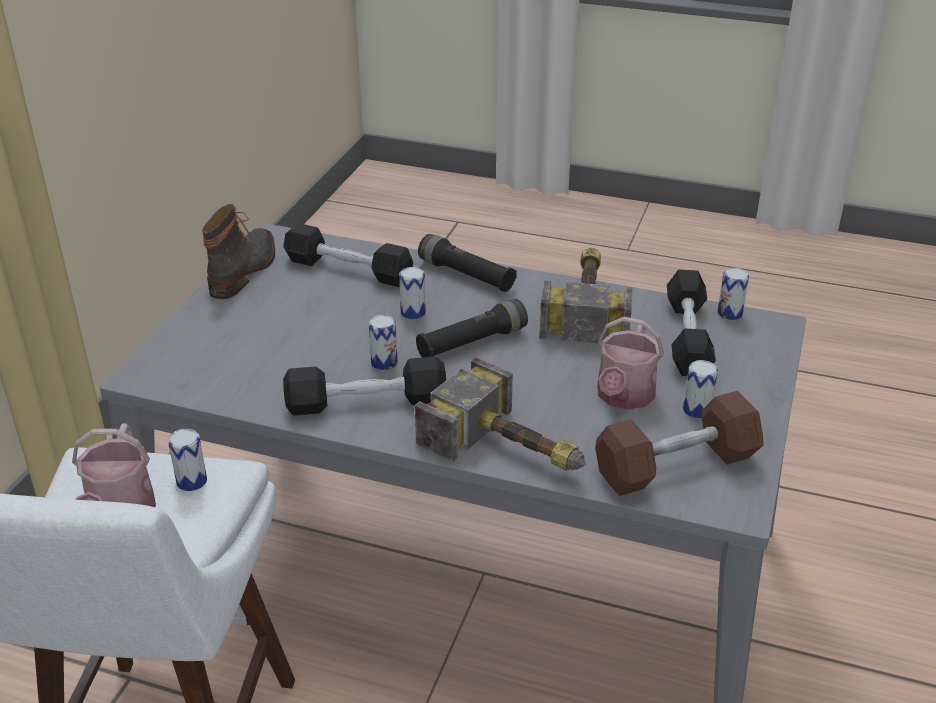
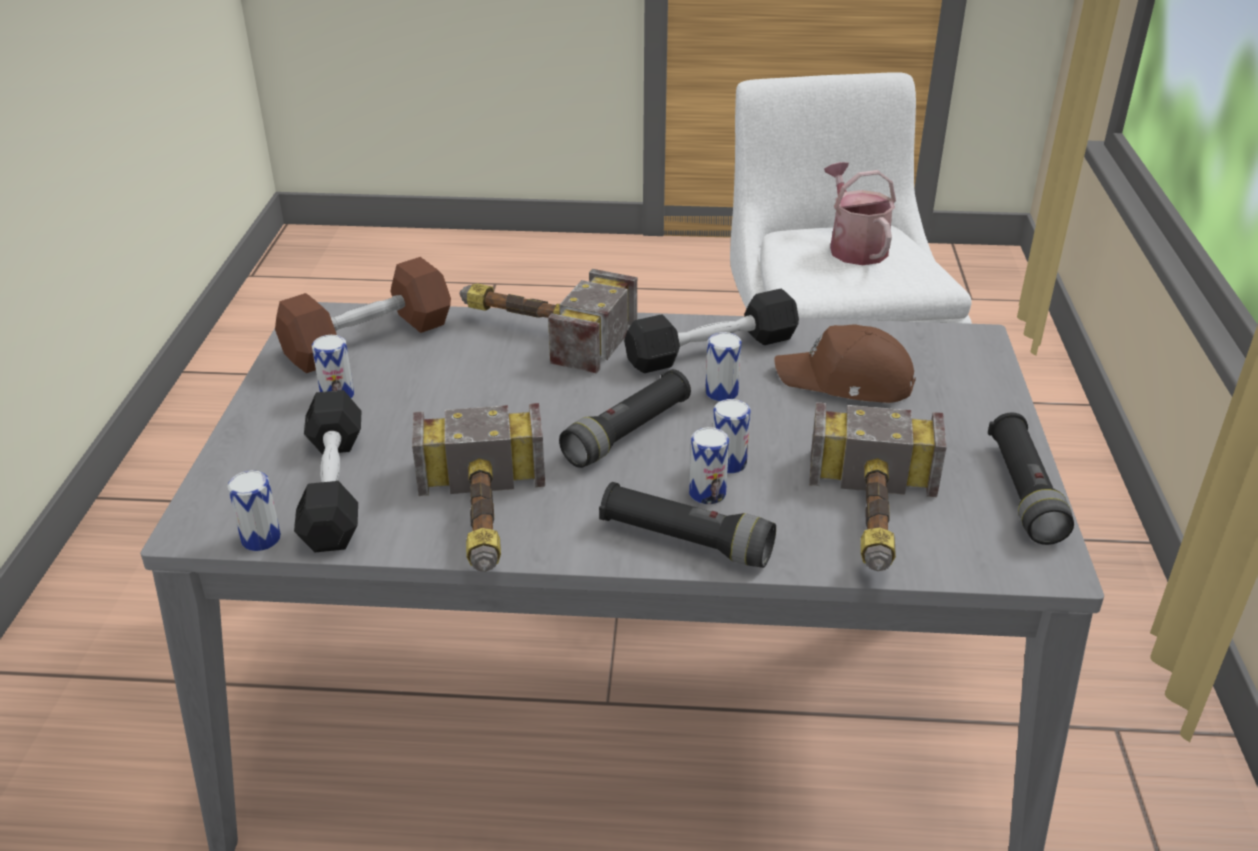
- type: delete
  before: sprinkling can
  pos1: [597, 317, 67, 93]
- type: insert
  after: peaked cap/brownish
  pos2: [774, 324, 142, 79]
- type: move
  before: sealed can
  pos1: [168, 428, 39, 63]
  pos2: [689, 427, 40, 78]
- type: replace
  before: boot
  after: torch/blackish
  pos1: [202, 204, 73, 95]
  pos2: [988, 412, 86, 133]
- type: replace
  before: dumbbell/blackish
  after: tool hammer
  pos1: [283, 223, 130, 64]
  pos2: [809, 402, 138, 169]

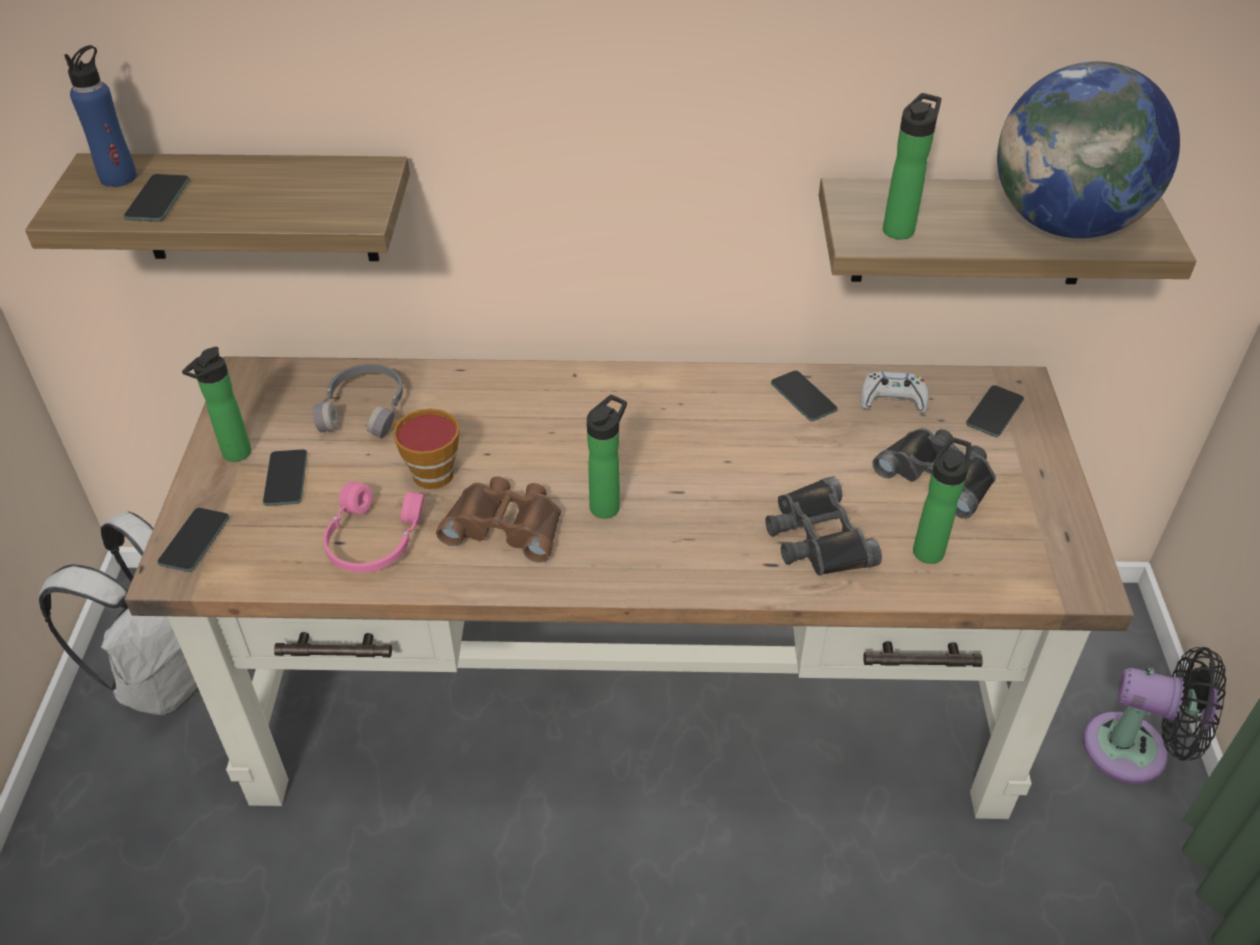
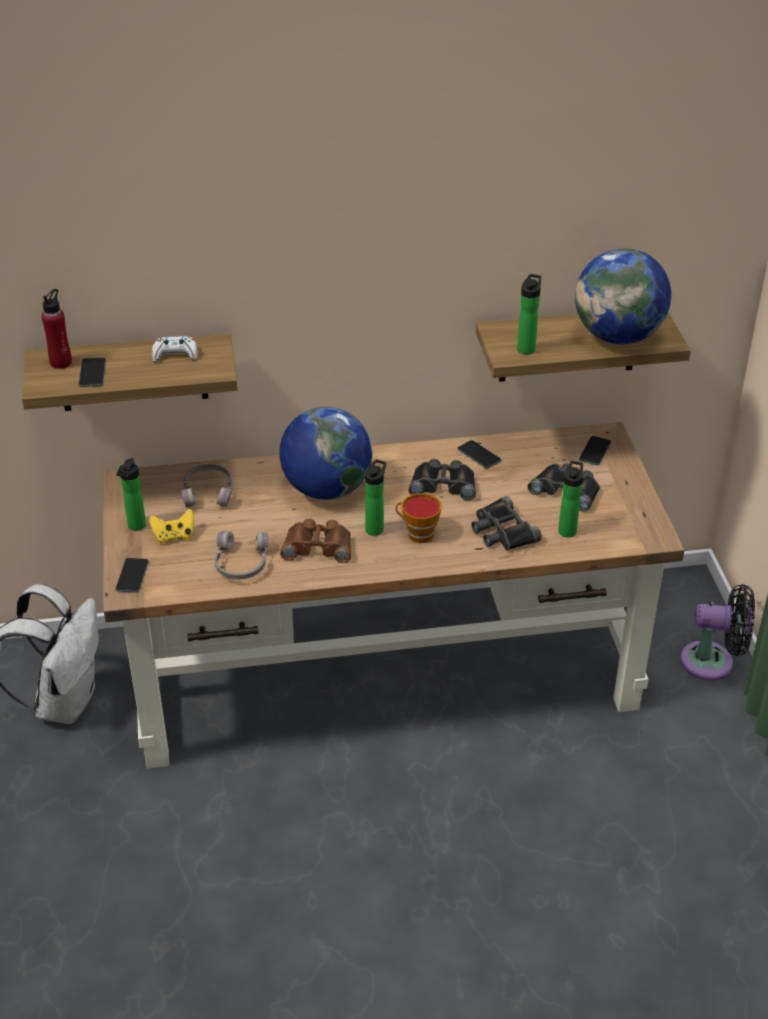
- type: insert
  after: globe
  pos2: [279, 407, 93, 93]
- type: insert
  after: field glasses/blackish
  pos2: [408, 459, 68, 42]
- type: move
  before: drinking cup
  pos1: [393, 408, 67, 81]
  pos2: [396, 493, 46, 50]
- type: move
  before: gamepad/whitish
  pos1: [860, 372, 69, 41]
  pos2: [152, 336, 45, 26]
- type: replace
  before: handset
  after: gamepad/yellow
  pos1: [263, 449, 45, 57]
  pos2: [149, 509, 45, 35]
- type: recolor
  before: beverage bottle/bluish
  after: beverage bottle/red-coloured
  pos1: [64, 45, 73, 142]
  pos2: [42, 289, 30, 80]
- type: recolor
  before: pair of headphones/pink-coloured
  after: pair of headphones/gray
  pos1: [323, 482, 101, 91]
  pos2: [215, 531, 53, 48]

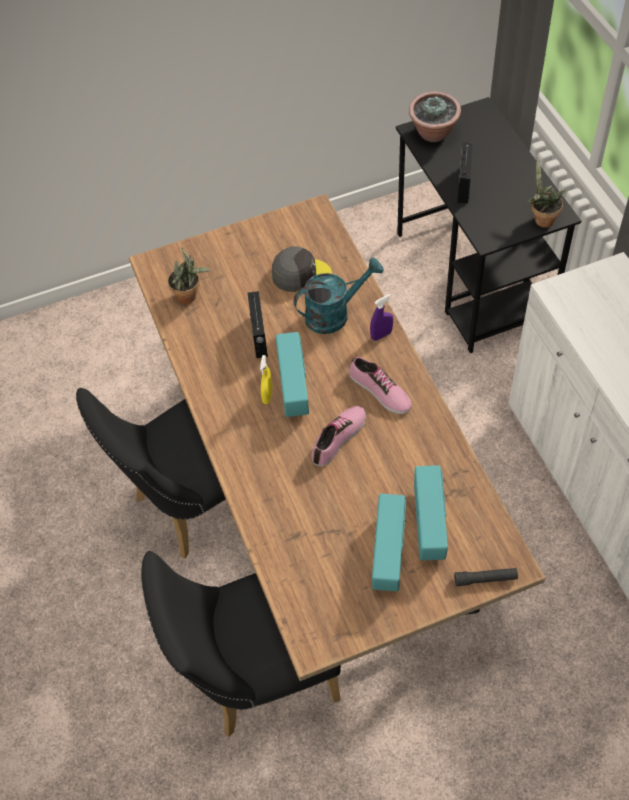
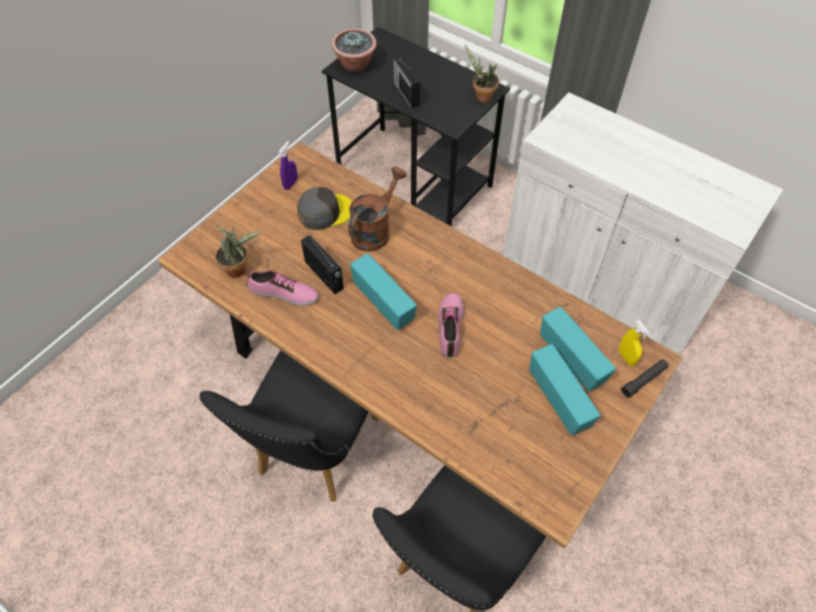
- type: move
  before: spray bottle/yellow
  pos1: [260, 355, 12, 49]
  pos2: [619, 320, 31, 46]
- type: move
  before: shoe
  pos1: [349, 357, 63, 57]
  pos2: [248, 271, 71, 35]
- type: move
  before: spray bottle/purple-coloured
  pos1: [370, 294, 23, 47]
  pos2: [279, 141, 19, 49]
- type: recolor
  before: sprinkling can/turquoise
  after: sprinkling can/brownish
  pos1: [294, 257, 90, 77]
  pos2: [348, 167, 59, 85]

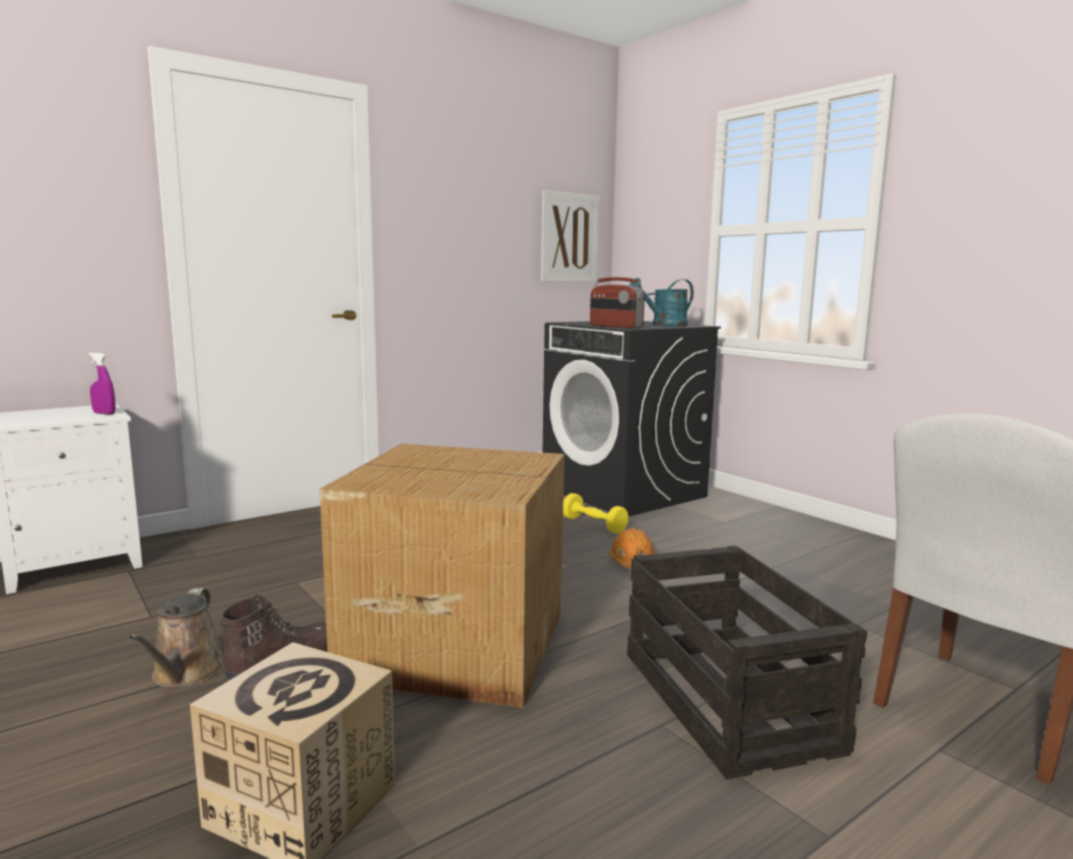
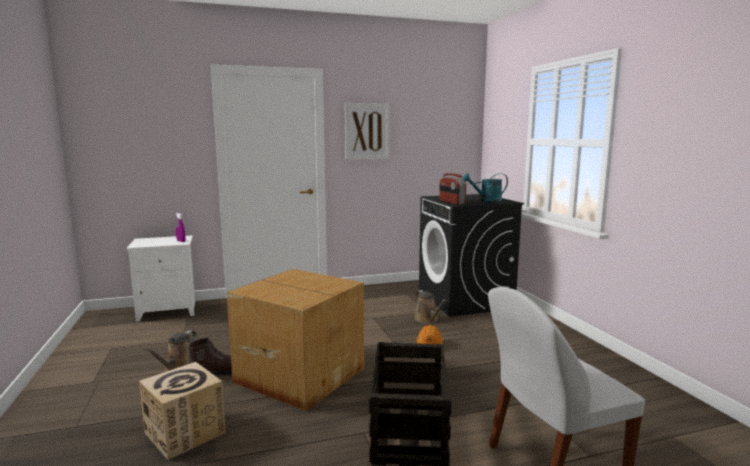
- type: move
  before: wall picture
  pos1: [541, 190, 59, 92]
  pos2: [345, 103, 45, 57]
- type: replace
  before: dumbbell/yellow
  after: sprinkling can/brownish
  pos1: [563, 493, 65, 41]
  pos2: [414, 290, 32, 33]

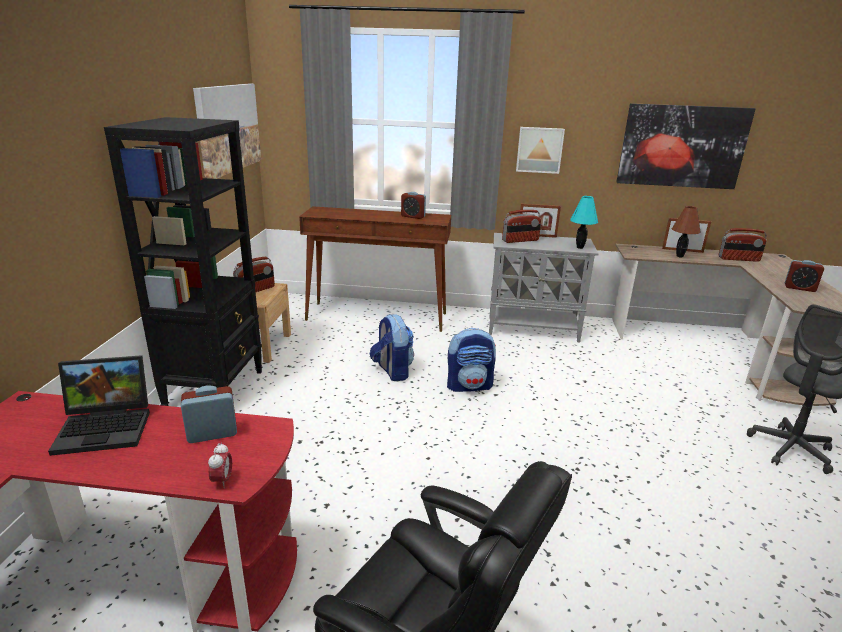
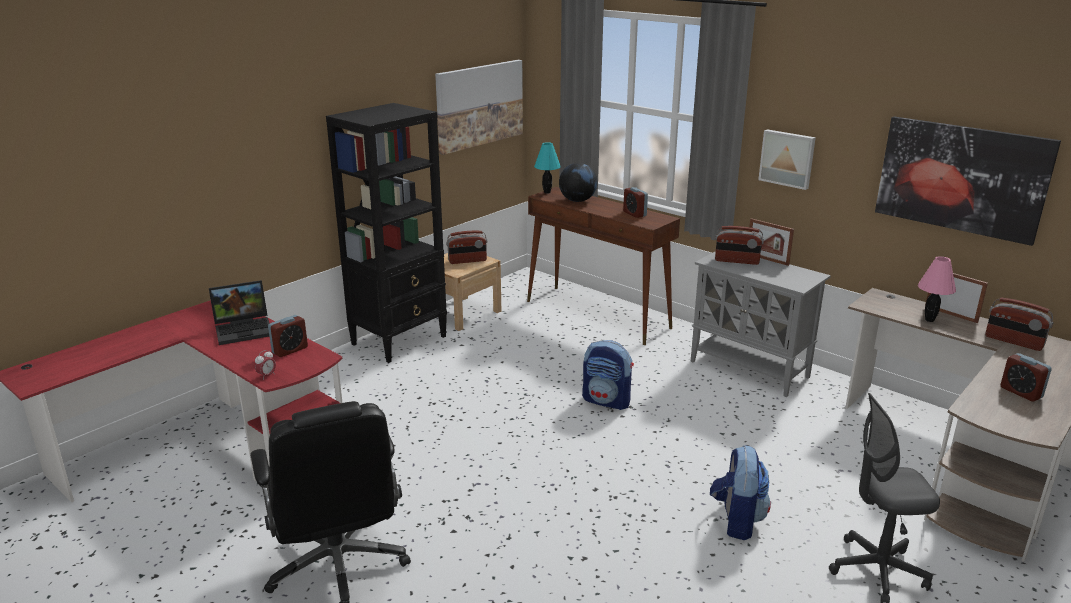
- type: insert
  after: globe
  pos2: [559, 163, 38, 39]
- type: move
  before: backpack
  pos1: [370, 314, 44, 67]
  pos2: [710, 445, 61, 95]
- type: move
  before: lamp for a table/turquoise
  pos1: [570, 196, 28, 53]
  pos2: [534, 142, 27, 52]
- type: recolor
  before: lamp for a table/brownish
  after: lamp for a table/pink-coloured
  pos1: [672, 206, 28, 52]
  pos2: [918, 256, 38, 66]
- type: rotate
  before: notebook computer
  pos1: [48, 355, 102, 101]
  pos2: [209, 280, 61, 65]
  turn: -45
- type: rotate
  before: alarm clock
  pos1: [181, 386, 56, 57]
  pos2: [268, 315, 40, 42]
  turn: 120

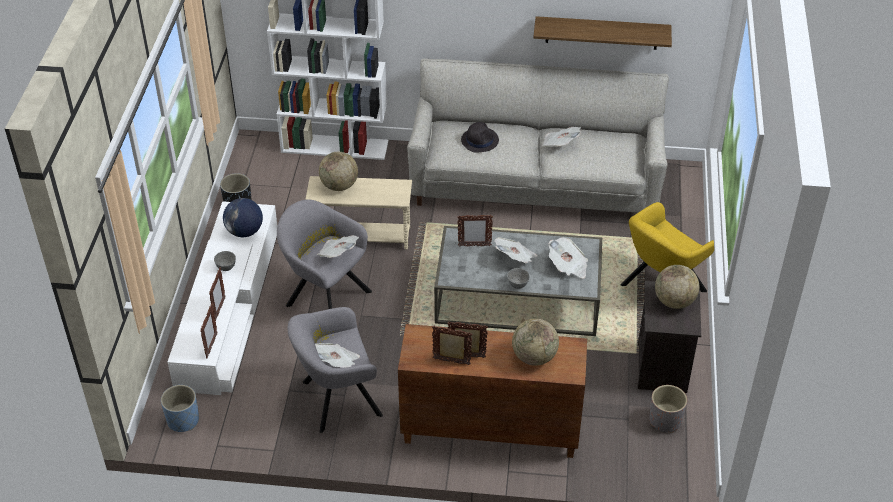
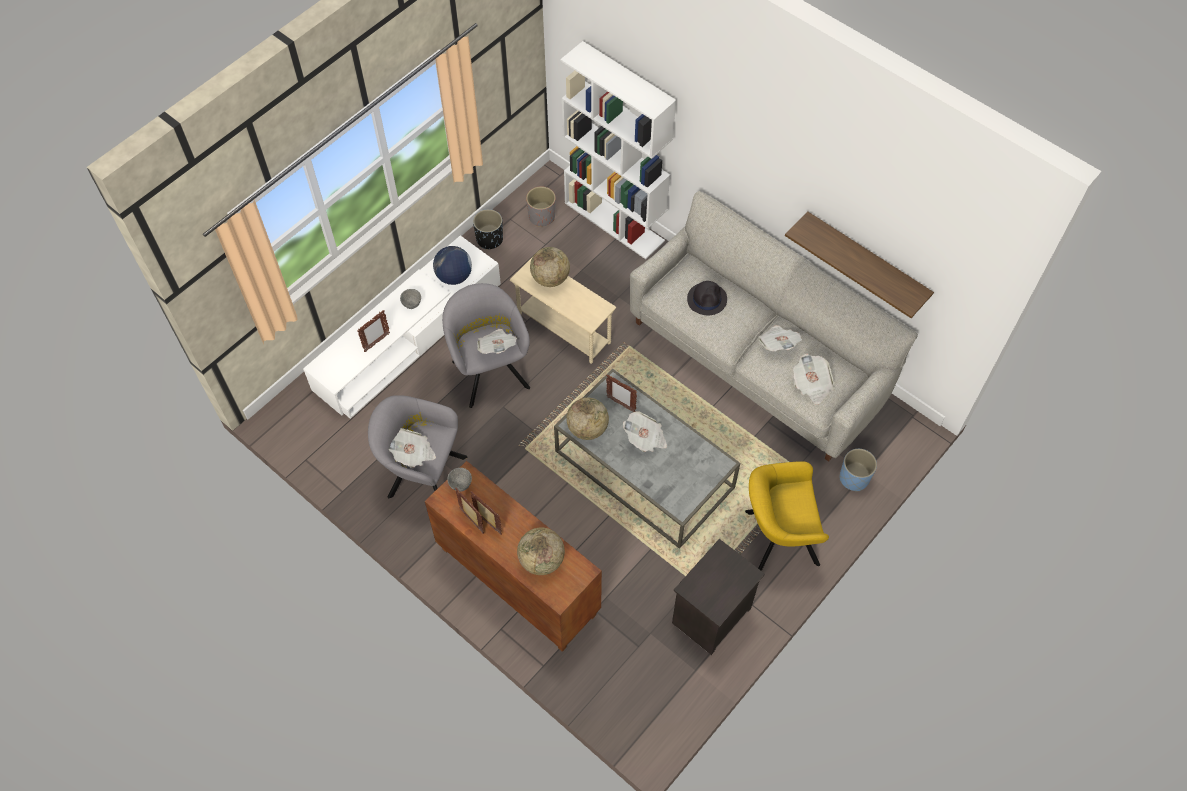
- type: delete
  before: standing frame
  pos1: [200, 303, 18, 55]
- type: move
  before: planter/bluish
  pos1: [161, 385, 38, 47]
  pos2: [840, 449, 37, 43]
- type: move
  before: deep dish/gray
  pos1: [507, 268, 23, 21]
  pos2: [447, 468, 25, 24]
- type: move
  before: daily paper
  pos1: [549, 238, 39, 41]
  pos2: [793, 354, 41, 51]
- type: move
  before: planter/gray
  pos1: [650, 385, 37, 48]
  pos2: [526, 187, 30, 40]
- type: move
  before: globe
  pos1: [655, 265, 44, 44]
  pos2: [566, 398, 43, 42]

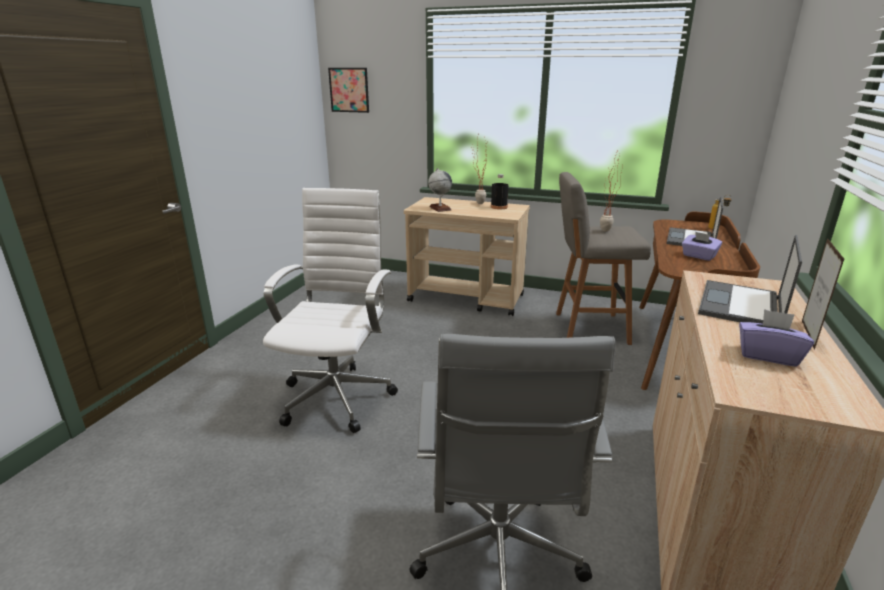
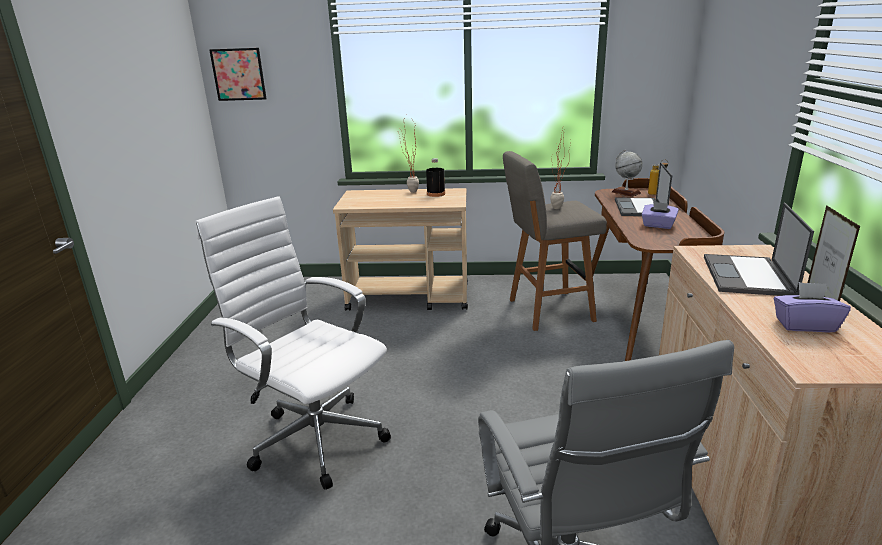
- type: move
  before: globe
  pos1: [428, 168, 24, 44]
  pos2: [612, 150, 31, 47]
- type: rotate
  before: desk chair/whitish
  pos1: [263, 188, 135, 245]
  pos2: [195, 196, 196, 294]
  turn: -45

